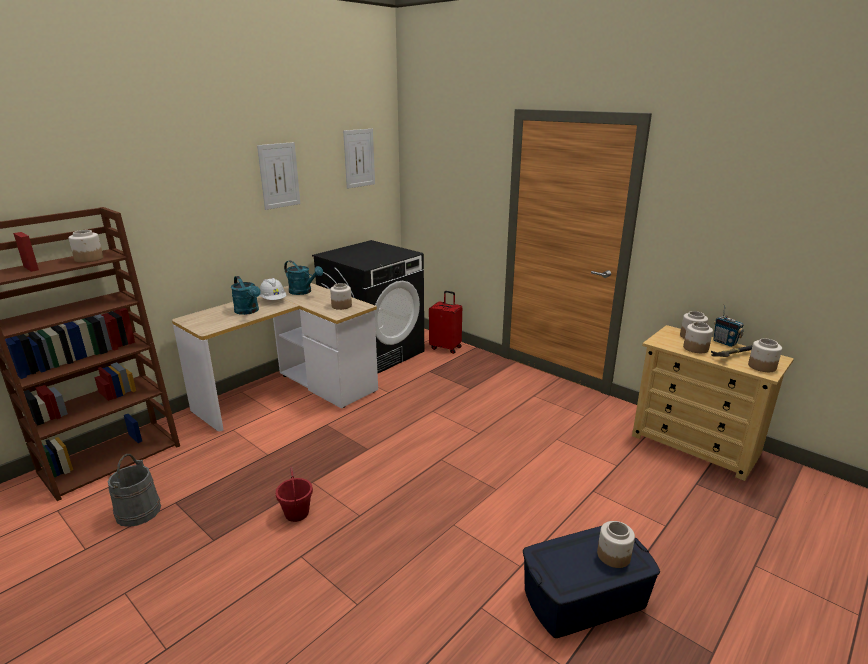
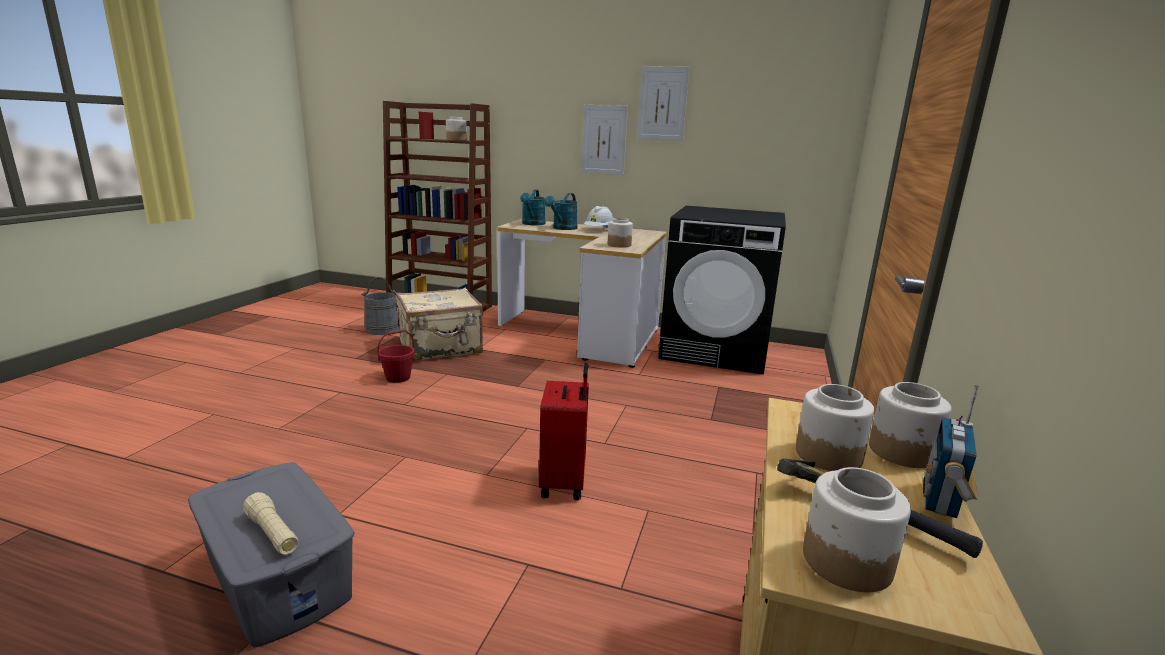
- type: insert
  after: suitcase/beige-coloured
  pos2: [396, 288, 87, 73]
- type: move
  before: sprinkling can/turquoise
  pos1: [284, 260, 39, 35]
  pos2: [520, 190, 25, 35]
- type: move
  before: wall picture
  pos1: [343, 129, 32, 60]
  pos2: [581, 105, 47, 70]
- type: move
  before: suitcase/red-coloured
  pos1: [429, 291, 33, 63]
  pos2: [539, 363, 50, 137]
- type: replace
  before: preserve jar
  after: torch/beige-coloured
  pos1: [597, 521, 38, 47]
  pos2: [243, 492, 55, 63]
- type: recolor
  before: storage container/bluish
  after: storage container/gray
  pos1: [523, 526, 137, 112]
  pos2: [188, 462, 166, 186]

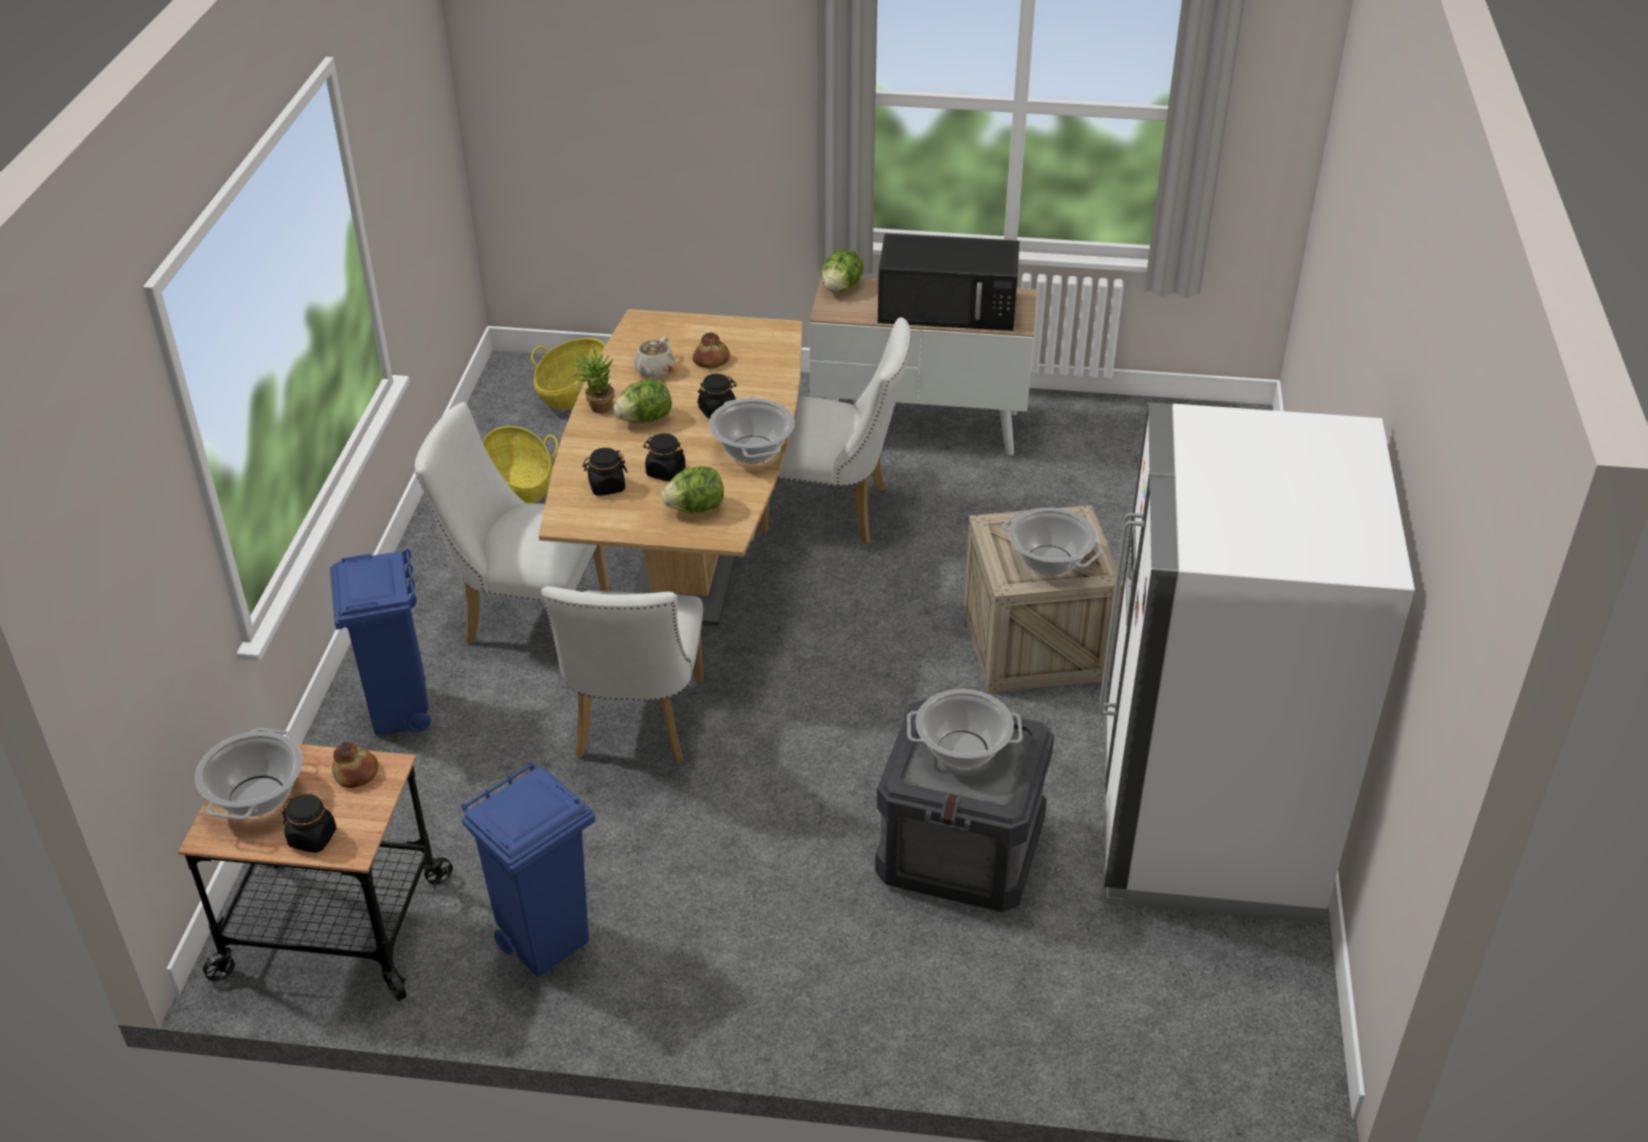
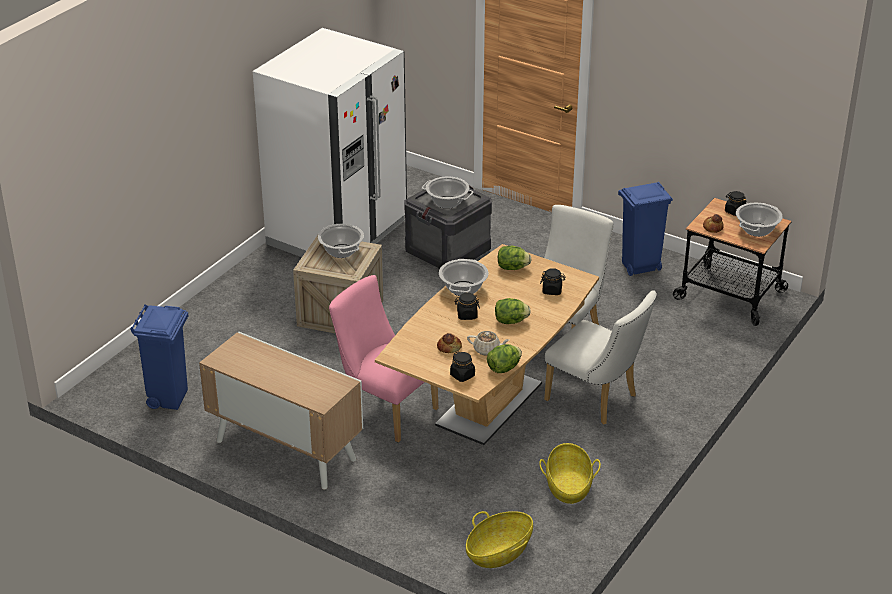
- type: delete
  before: houseplant
  pos1: [568, 345, 47, 68]
- type: delete
  before: microwave/blackish
  pos1: [878, 233, 141, 98]
- type: move
  before: trash can/bluish
  pos1: [330, 549, 101, 187]
  pos2: [130, 304, 58, 106]
- type: move
  before: preserve jar/blackish
  pos1: [643, 433, 43, 48]
  pos2: [450, 352, 25, 30]
- type: move
  before: head of lettuce
  pos1: [821, 249, 43, 43]
  pos2: [487, 344, 35, 29]
- type: recolor
  before: upright chair/whitish
  after: upright chair/pink-coloured
  pos1: [760, 317, 151, 227]
  pos2: [329, 275, 109, 168]
- type: rotate
  before: pot for tea/beige-coloured
  pos1: [634, 336, 42, 42]
  pos2: [467, 331, 42, 25]
  turn: 60

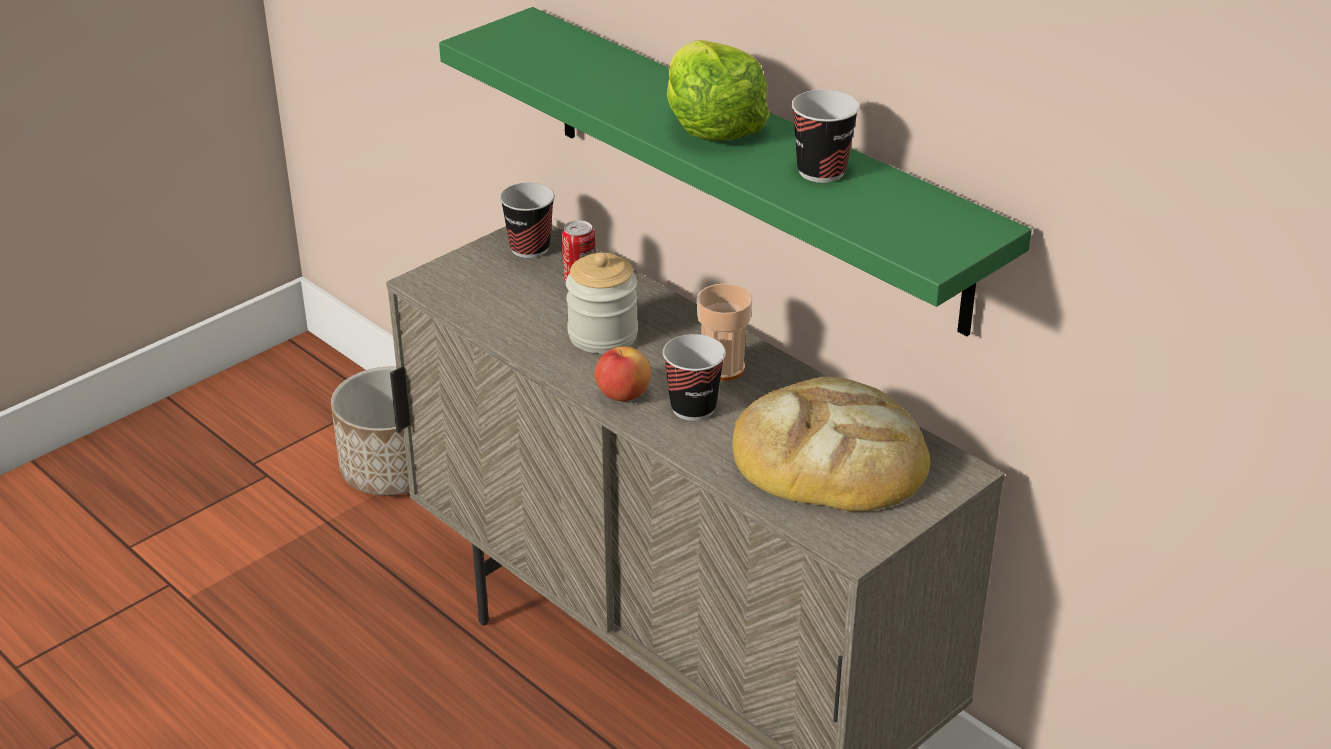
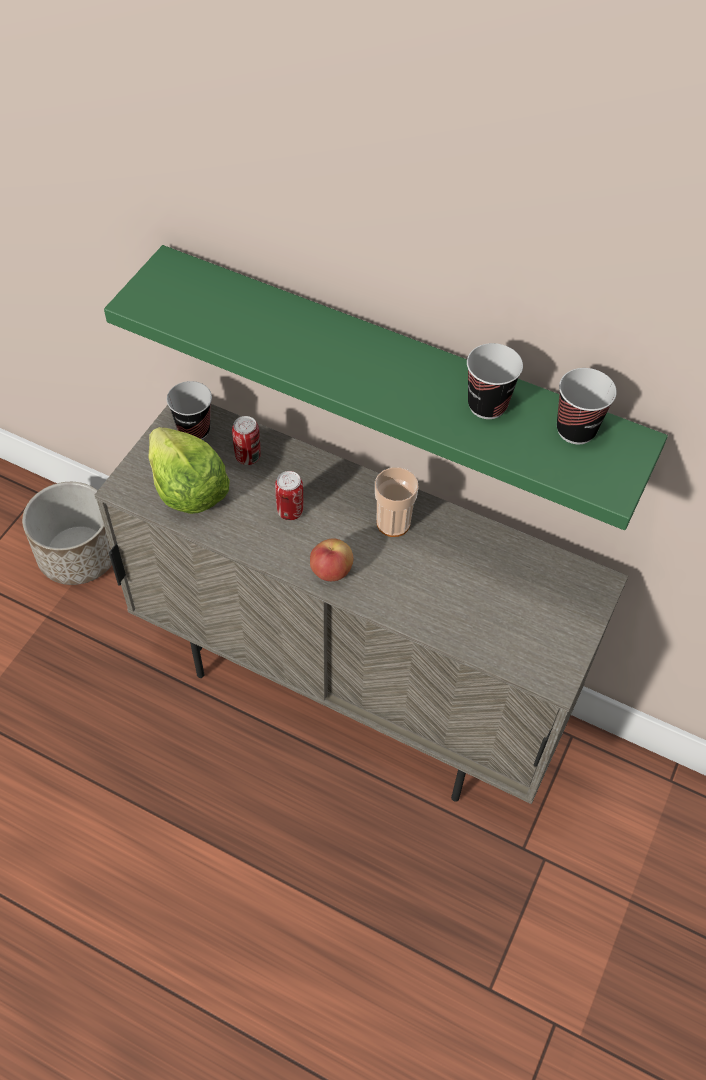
- type: delete
  before: bread
  pos1: [732, 377, 198, 135]
- type: move
  before: drinking cup
  pos1: [663, 334, 63, 87]
  pos2: [557, 368, 60, 76]
- type: move
  before: head of lettuce
  pos1: [667, 40, 103, 101]
  pos2: [148, 427, 82, 87]
- type: replace
  before: preserve jar
  after: sealed can
  pos1: [566, 252, 72, 102]
  pos2: [275, 471, 28, 49]

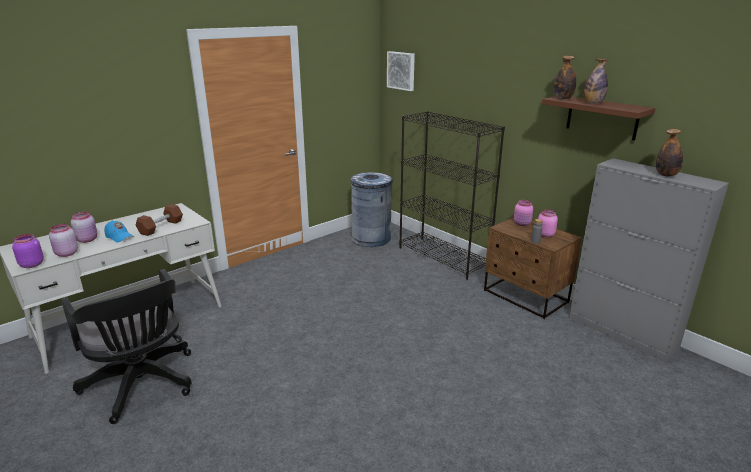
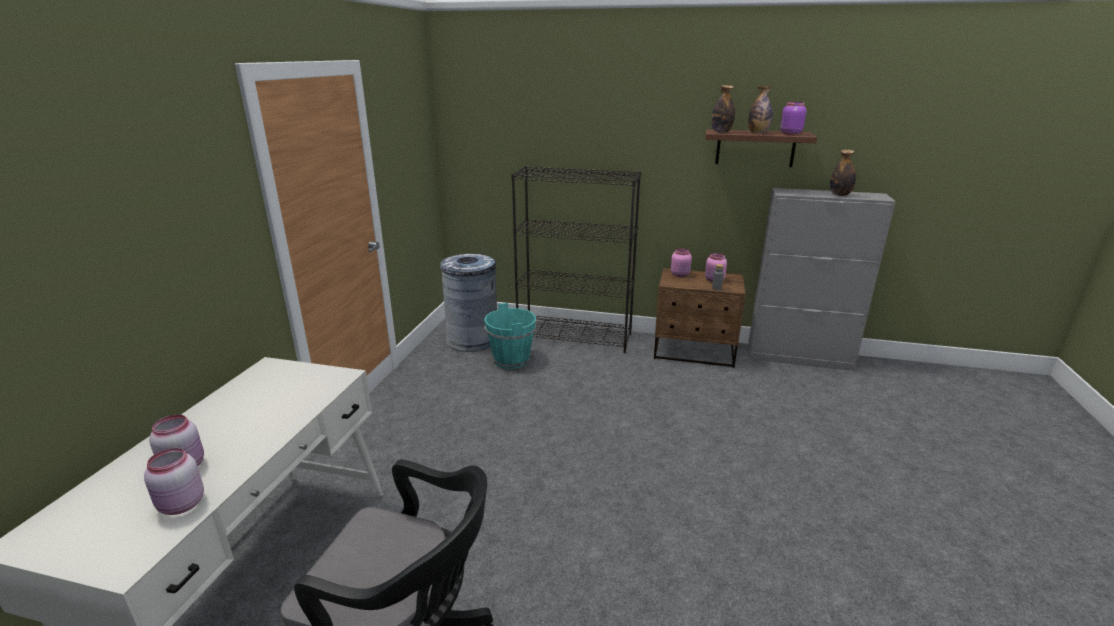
- type: delete
  before: peaked cap/bluish
  pos1: [104, 220, 30, 23]
- type: delete
  before: dumbbell/brownish
  pos1: [136, 204, 47, 32]
- type: delete
  before: wall picture
  pos1: [387, 51, 28, 40]
- type: insert
  after: bucket/turquoise
  pos2: [484, 303, 52, 66]
- type: move
  before: preserve jar/purple-coloured
  pos1: [12, 234, 32, 34]
  pos2: [780, 102, 26, 33]

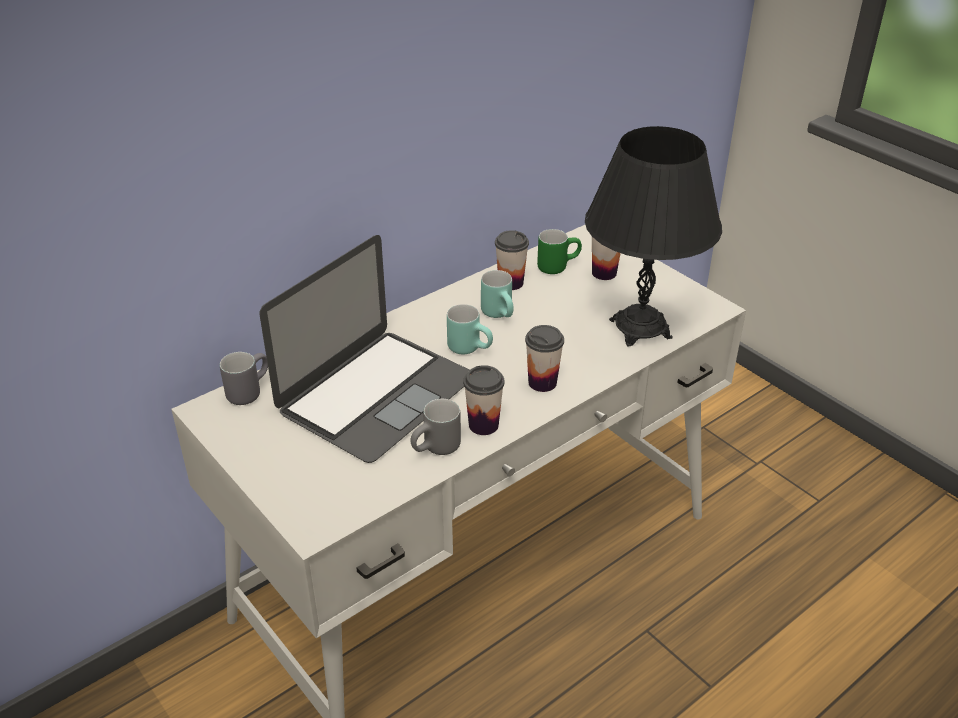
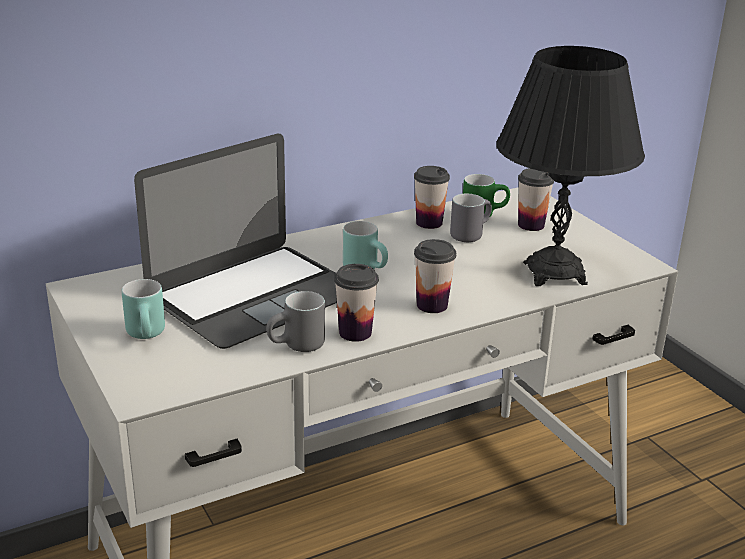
- type: move
  before: tea mug/gray
  pos1: [220, 352, 48, 53]
  pos2: [450, 194, 42, 48]
- type: move
  before: tea mug/turquoise
  pos1: [481, 270, 33, 48]
  pos2: [122, 279, 43, 60]

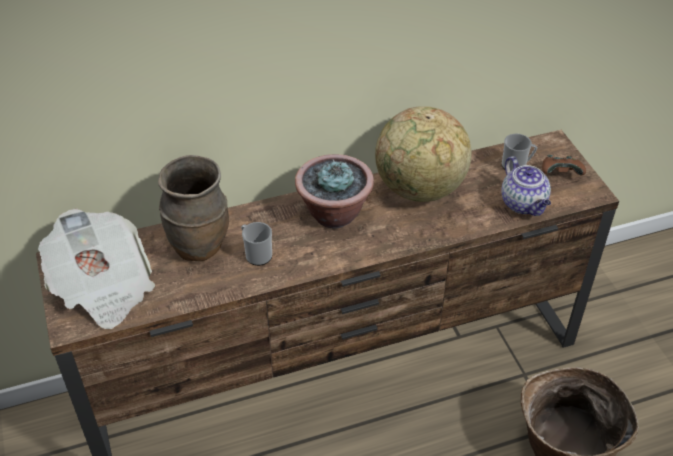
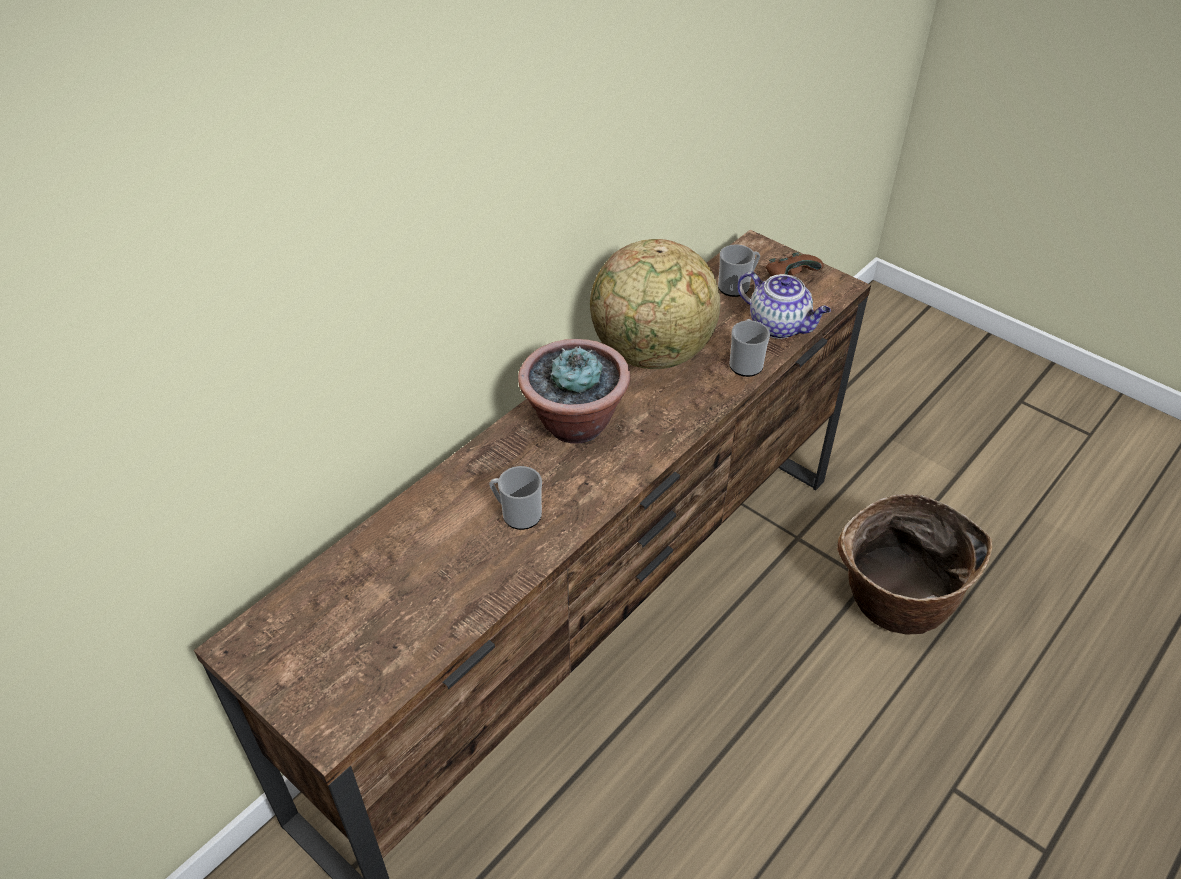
- type: delete
  before: daily paper
  pos1: [38, 208, 117, 121]
- type: delete
  before: decorative vase/brownish
  pos1: [158, 155, 71, 106]
- type: insert
  after: tea mug
  pos2: [729, 319, 41, 58]

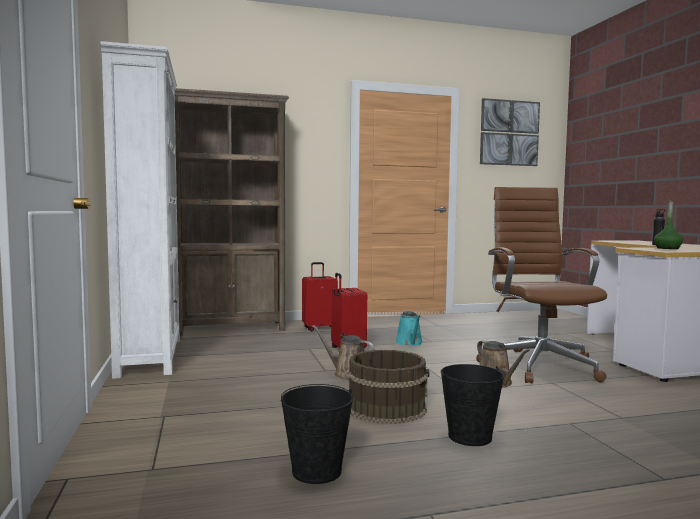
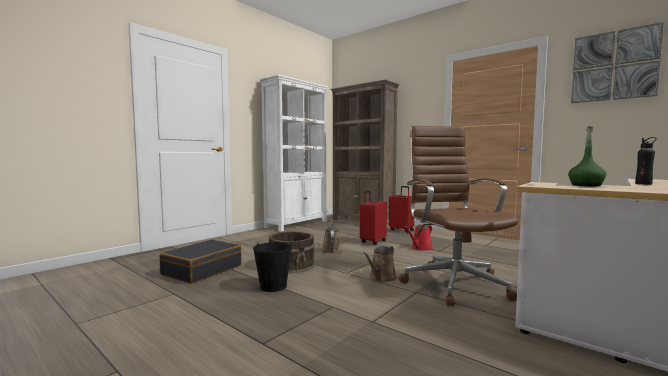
- type: replace
  before: bucket/blackish
  after: suitcase/blackish
  pos1: [280, 384, 73, 100]
  pos2: [160, 240, 82, 44]
- type: recolor
  before: sprinkling can/turquoise
  after: sprinkling can/red-coloured
  pos1: [395, 311, 28, 35]
  pos2: [404, 224, 29, 27]
- type: rotate
  before: desk chair/brownish
  pos1: [476, 187, 131, 196]
  pos2: [399, 126, 119, 180]
  turn: -60

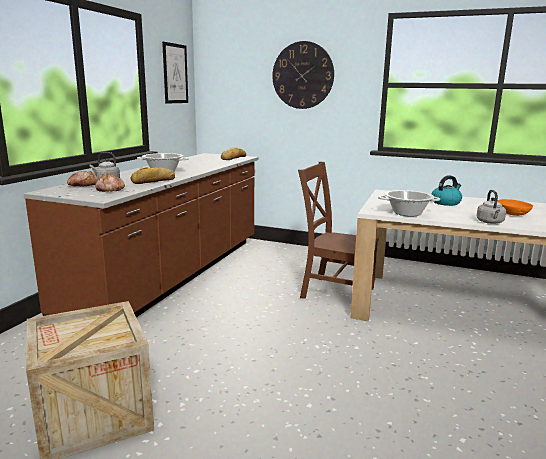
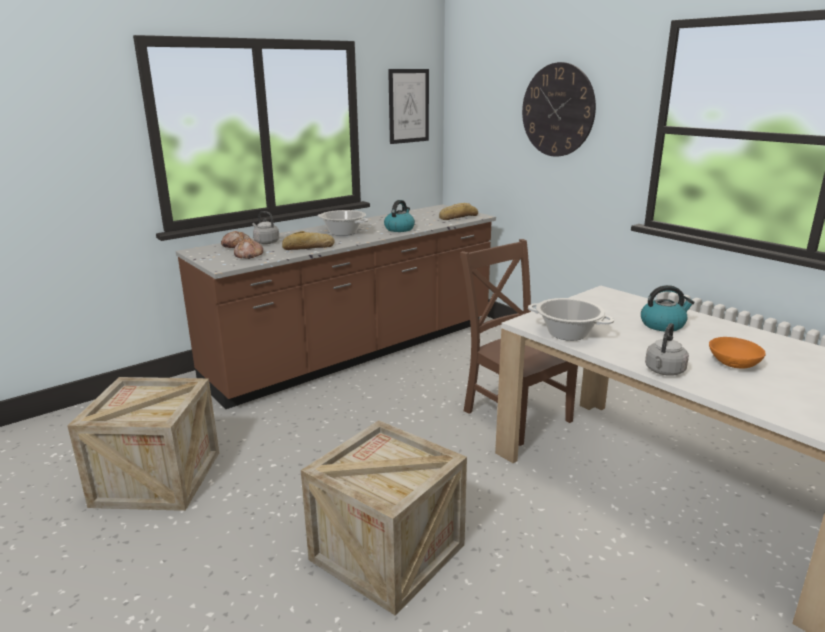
- type: insert
  after: shipping crate
  pos2: [301, 420, 166, 196]
- type: insert
  after: kettle
  pos2: [384, 200, 31, 32]

